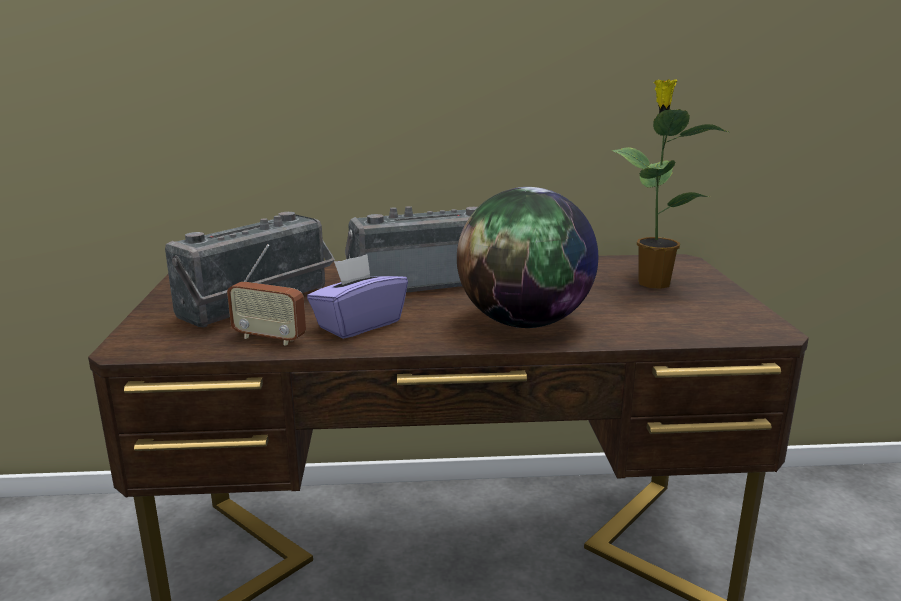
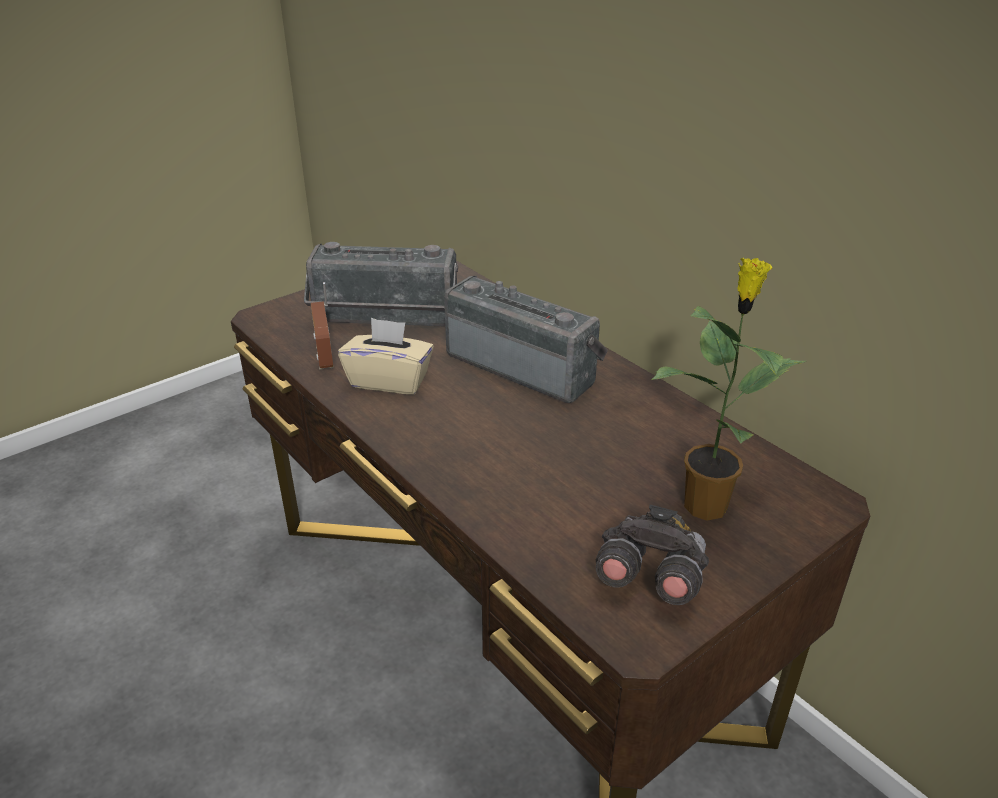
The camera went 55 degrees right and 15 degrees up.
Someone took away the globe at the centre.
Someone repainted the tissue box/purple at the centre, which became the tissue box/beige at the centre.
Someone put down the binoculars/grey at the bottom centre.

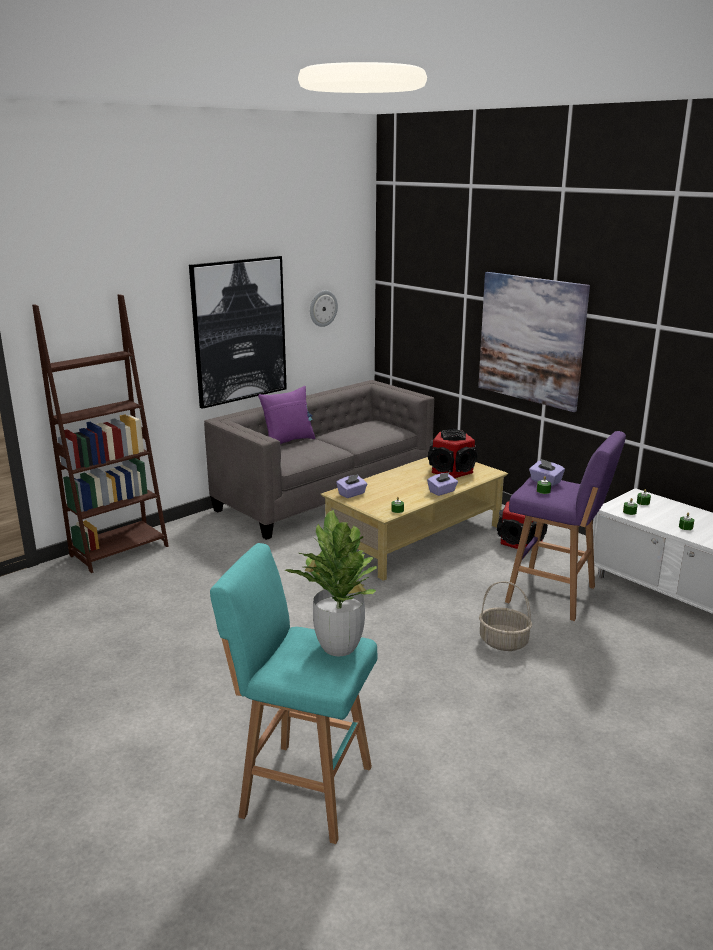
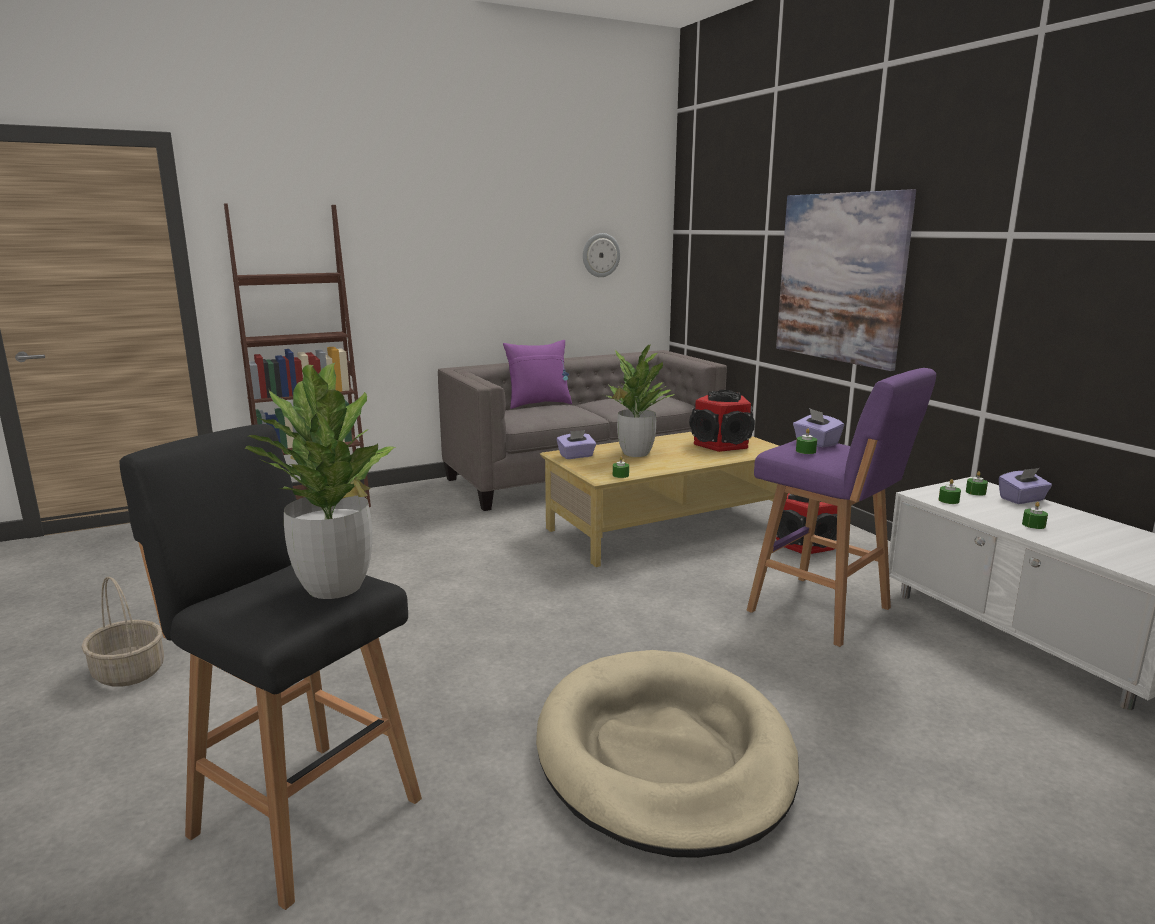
The camera went 15 degrees right and 5 degrees down.
Someone took away the picture (1st from left) at the centre.
Someone carried the tissue box/purple (2nd from left in the first image) from the centre to the middle right.
Someone repainted the stool/turquoise at the bottom centre, which became the stool/black at the bottom left.
Someone carried the basket from the middle right to the bottom left.
Someone put down the potted plant (2nd from left) at the centre.
Someone put down the dog bed/beige at the bottom centre.

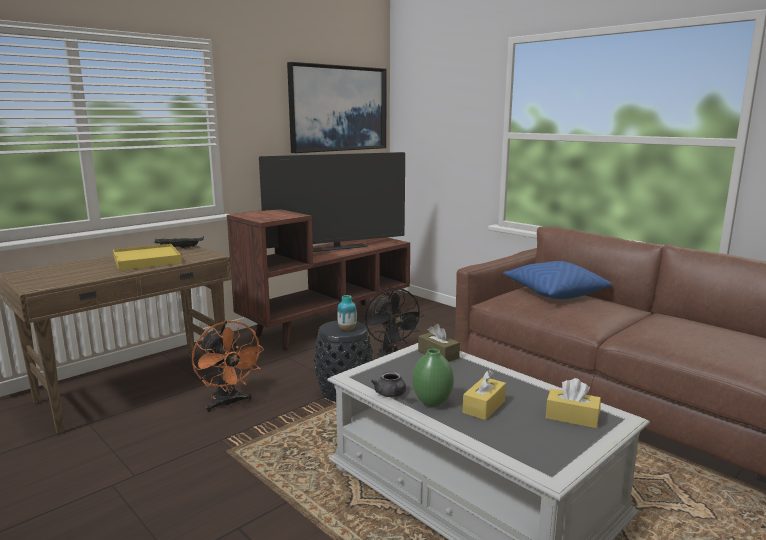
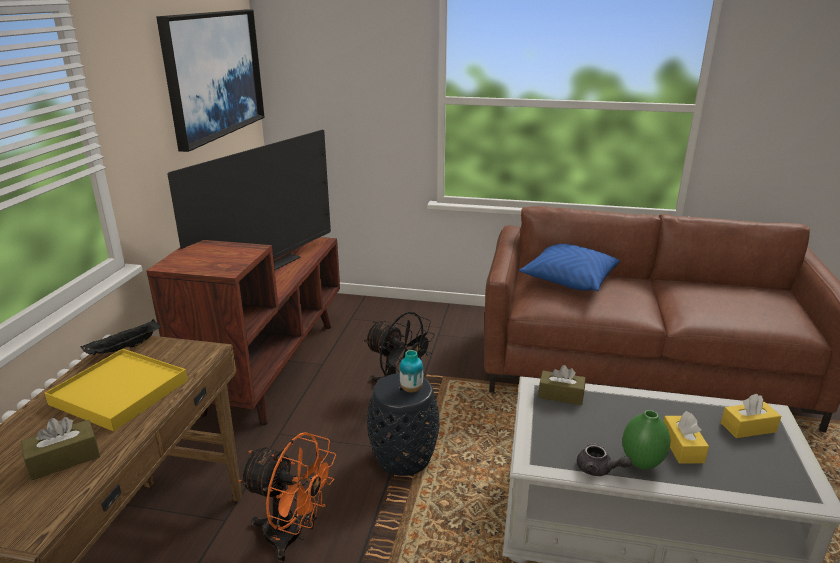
The camera went 35 degrees left and 10 degrees up.
Someone put down the tissue box/brown (1st from left) at the bottom left.

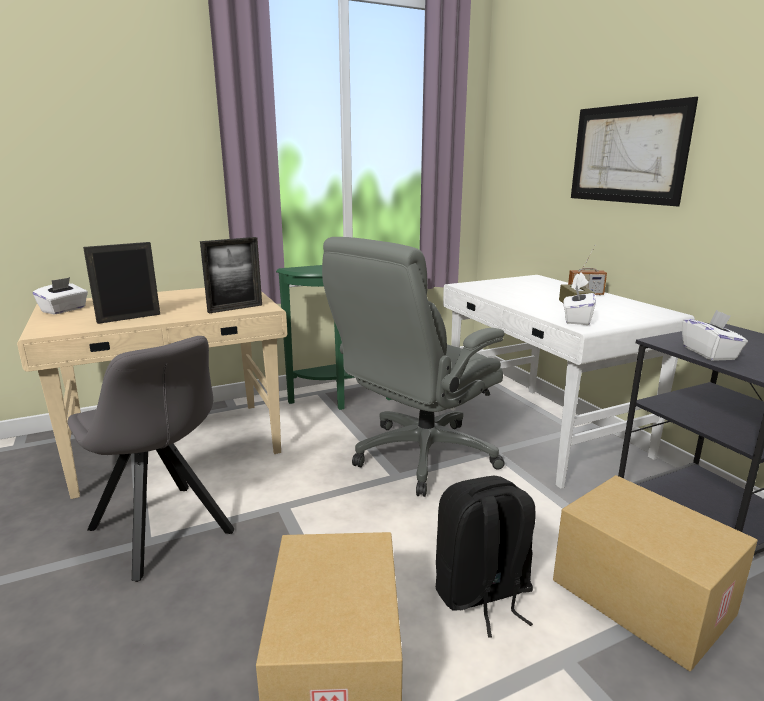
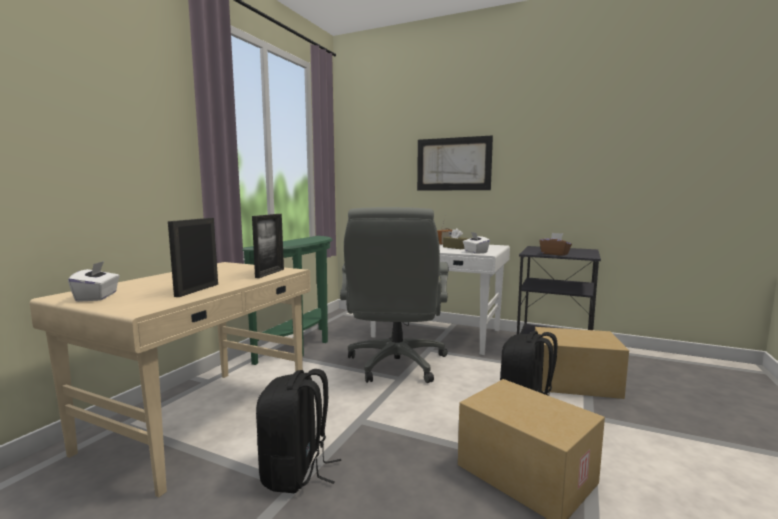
The camera went 40 degrees left and 10 degrees down.
Someone repainted the tissue box/white (3rd from left) at the middle right, which became the tissue box/brown (2nd from left) at the middle right.
Someone swapped the chair/grey at the middle left for the backpack/black (1st from left) at the bottom centre.

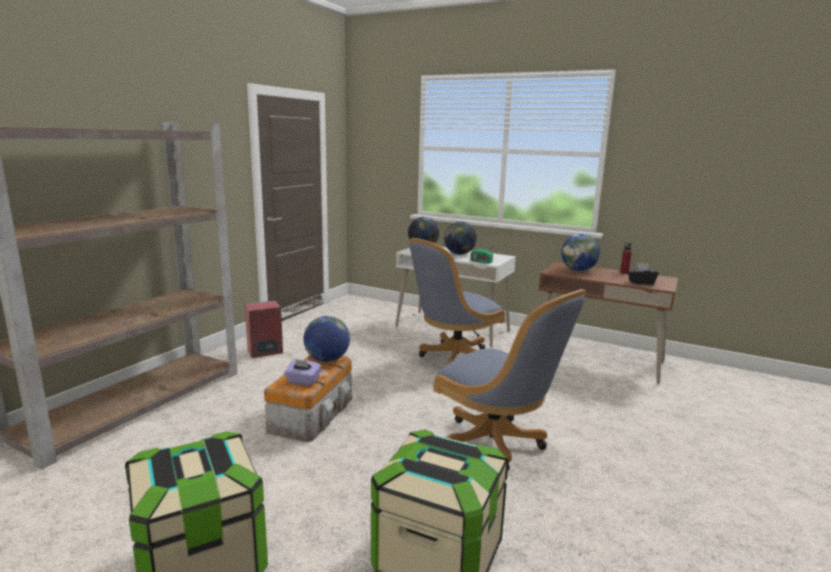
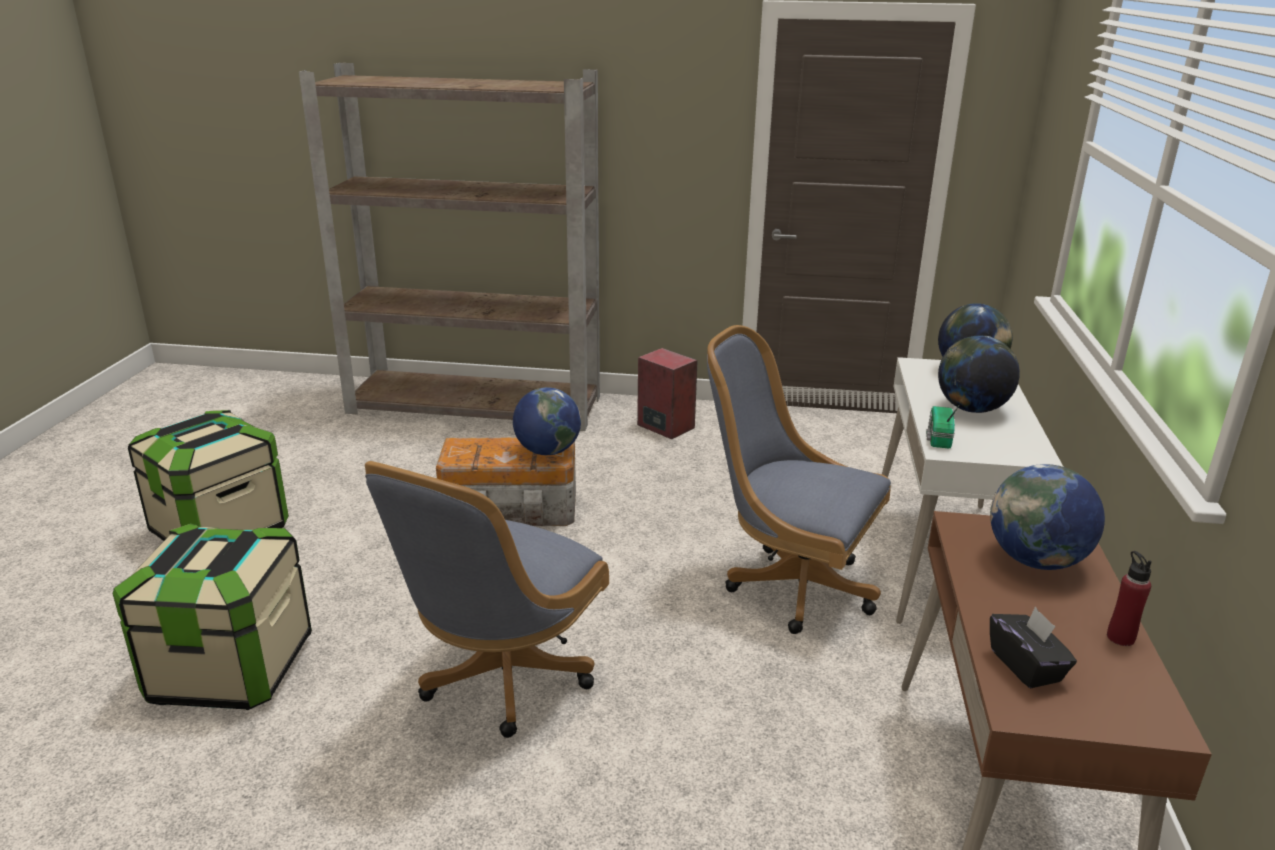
The camera went 70 degrees right and 10 degrees up.
Someone took away the tissue box/purple at the centre.

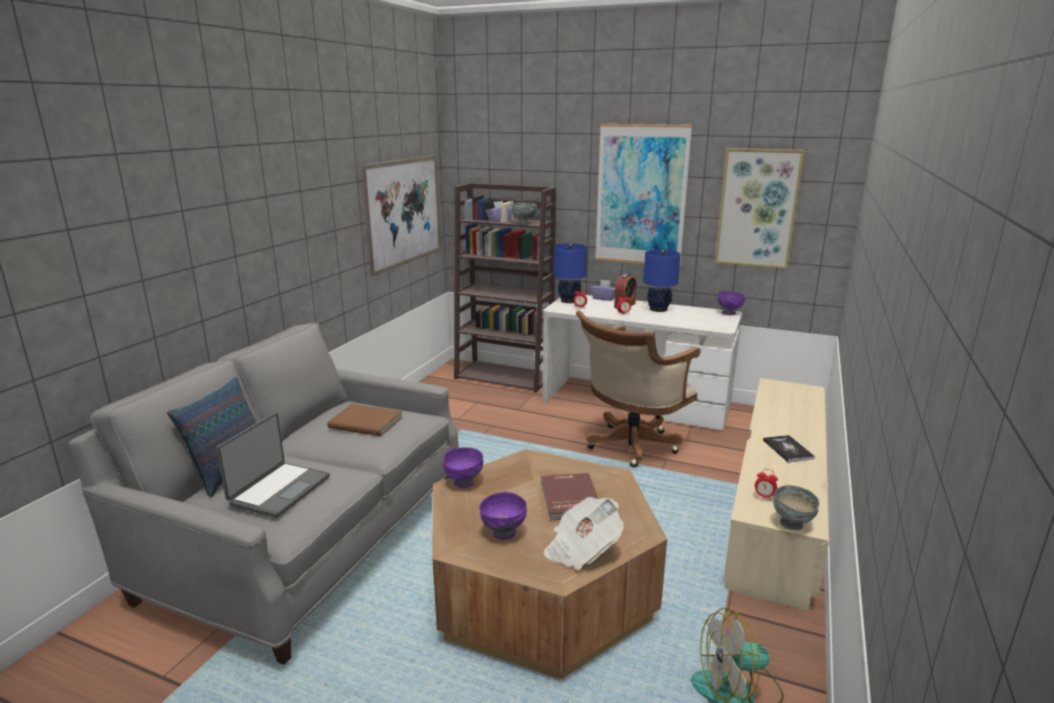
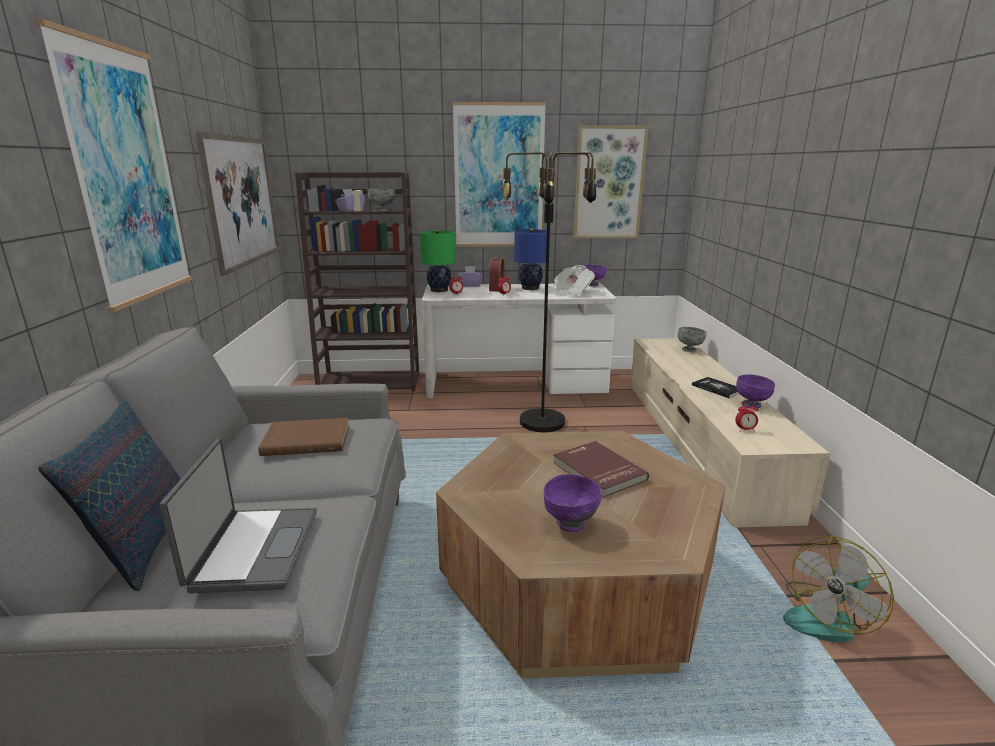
The camera went 25 degrees left and 0 degrees up.
Someone repainted the table lamp/blue (1st from left) at the centre, which became the table lamp/green at the centre.
Someone swapped the office chair at the centre for the floor lamp at the centre.
Someone carried the bowl/purple (1st from left in the first image) from the centre to the middle right.
Someone carried the bowl/grey (2nd from left) from the bottom right to the middle right.
Someone carried the newspaper from the bottom centre to the centre.
Someone put up the picture (1st from left) at the top left.

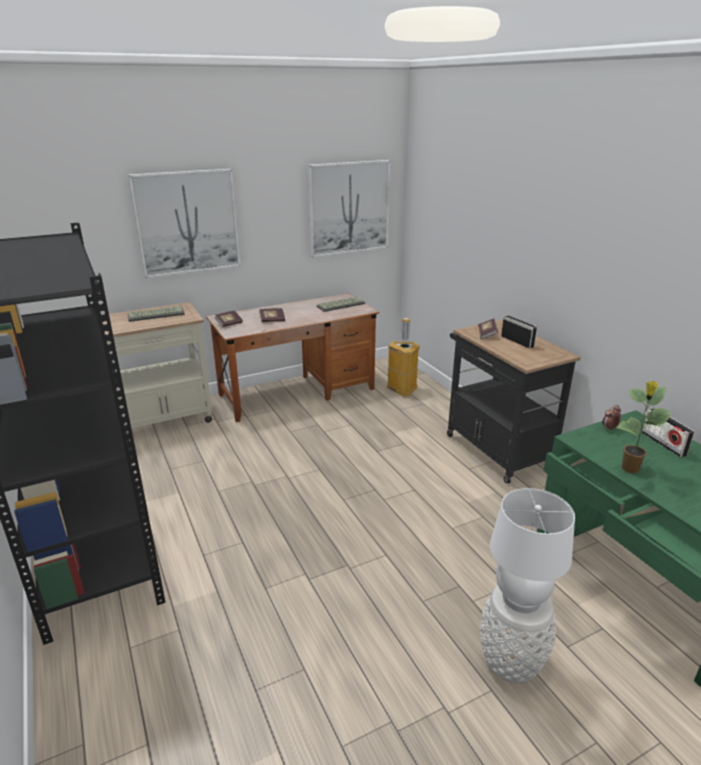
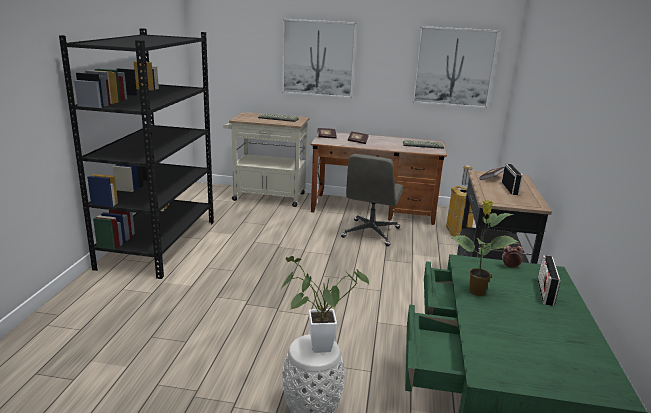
The camera went 35 degrees right and 5 degrees down.
Someone swapped the table lamp/white at the bottom right for the potted plant (1st from left) at the bottom centre.
Someone put down the office chair/grey at the centre.

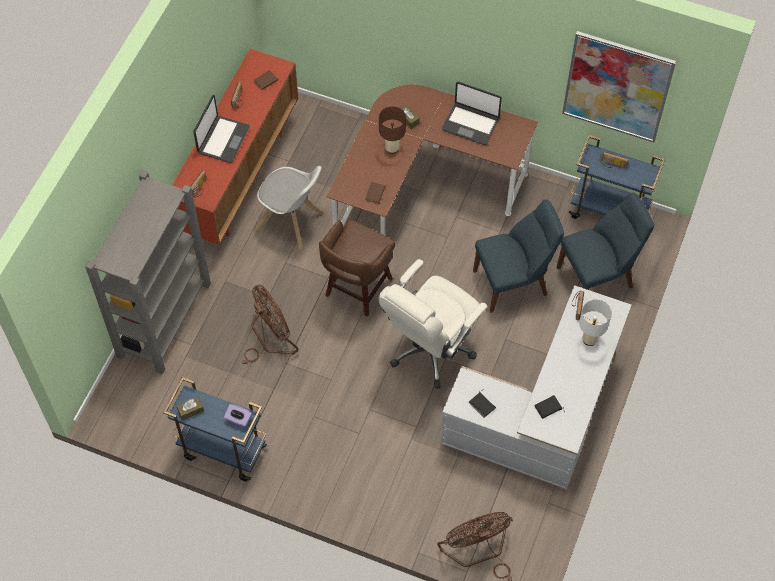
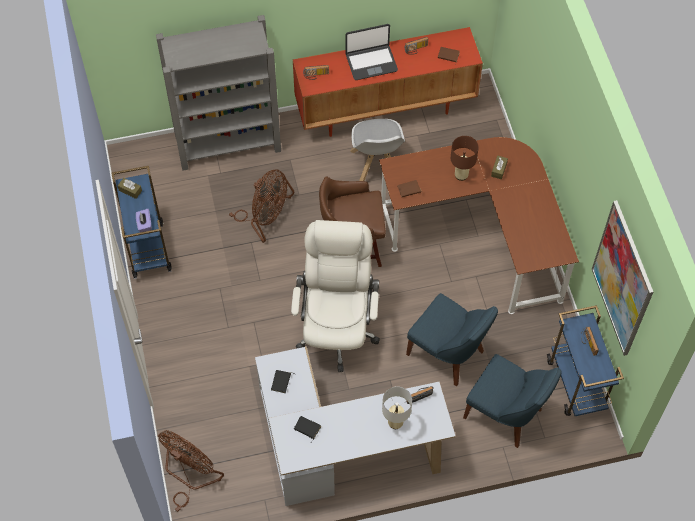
The camera went 55 degrees right and 0 degrees up.
Someone took away the laptop (2nd from left) at the top centre.
Someone rotated the office chair/white at the centre by 90 degrees clockwise.

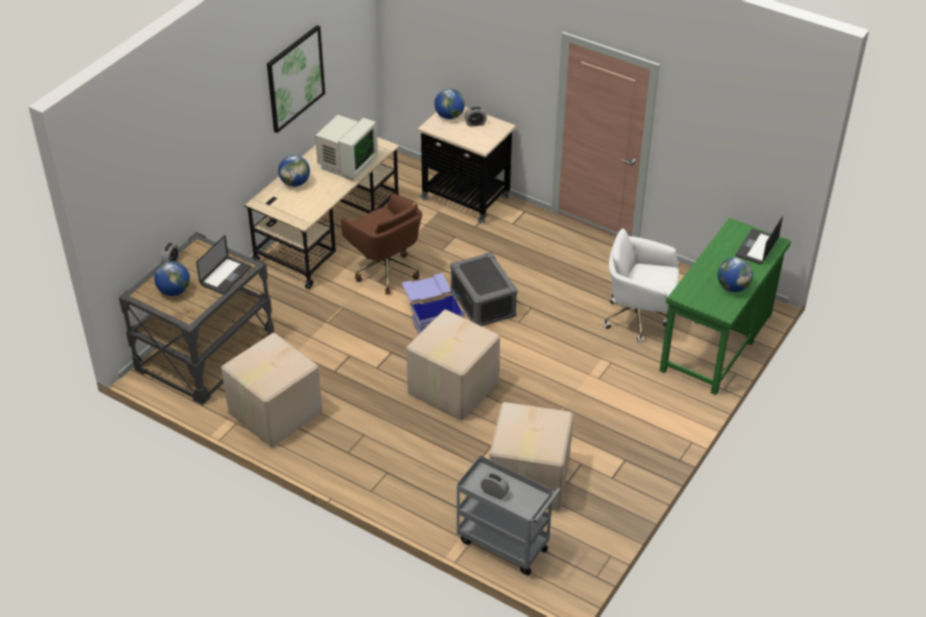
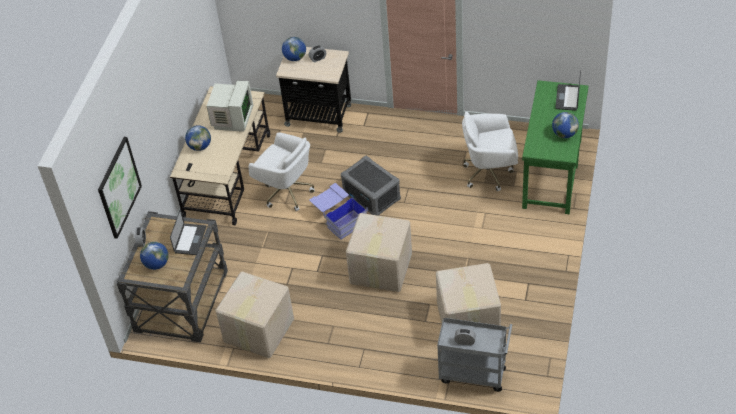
The camera went 15 degrees left and 5 degrees up.
Someone carried the picture from the top left to the middle left.
Someone repainted the office chair/brown at the centre, which became the office chair/white (1st from left) at the centre.

